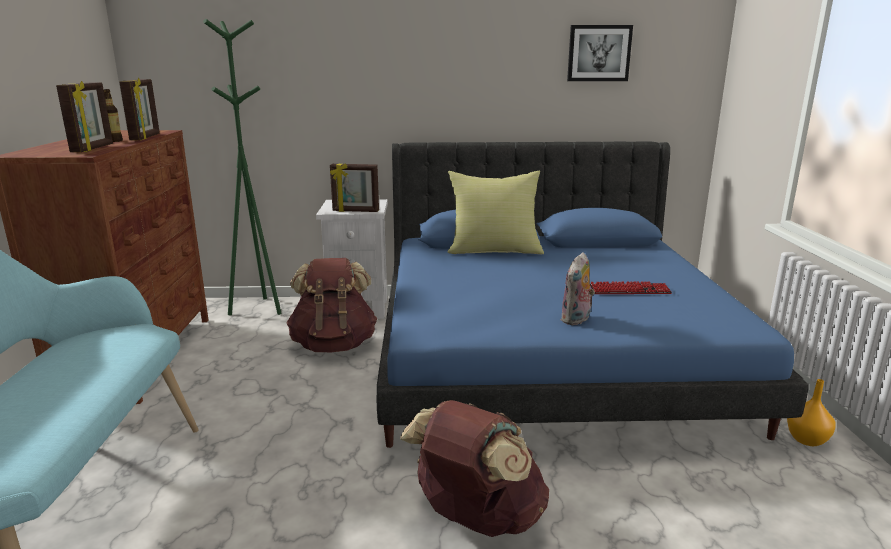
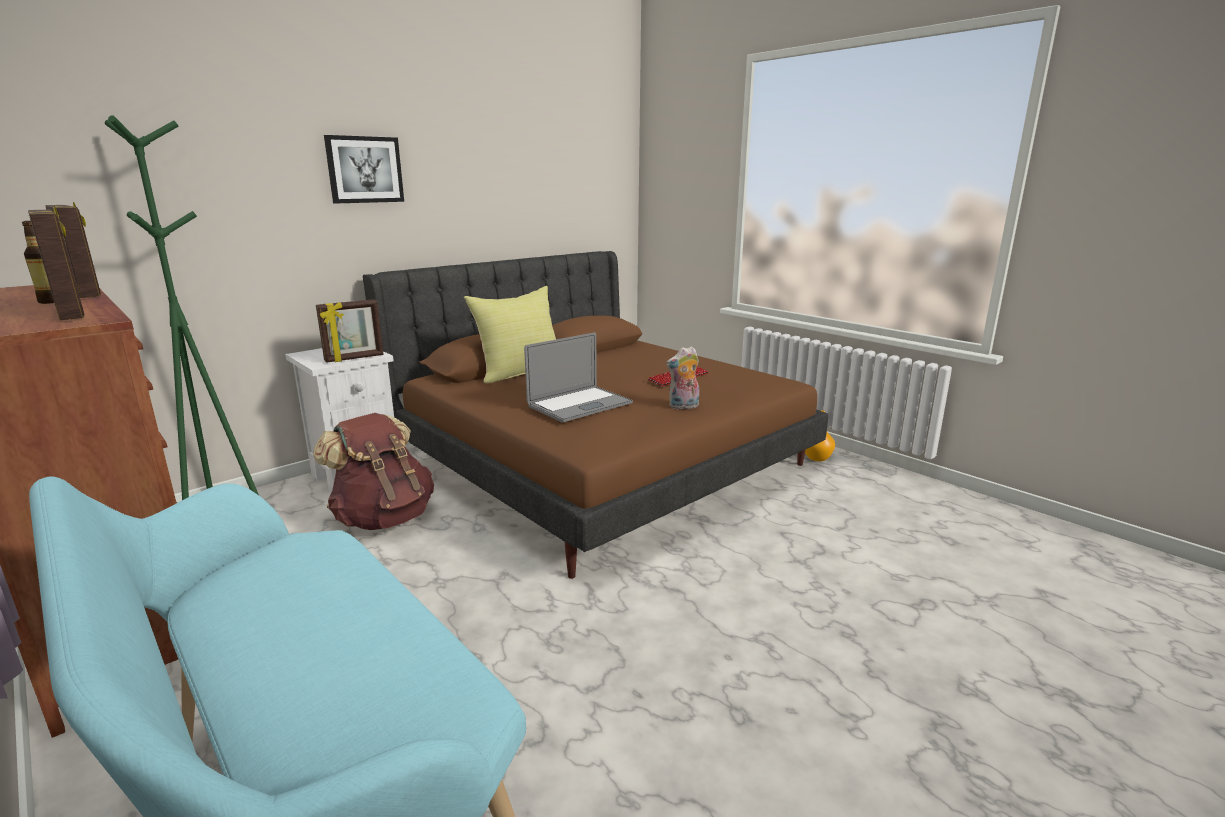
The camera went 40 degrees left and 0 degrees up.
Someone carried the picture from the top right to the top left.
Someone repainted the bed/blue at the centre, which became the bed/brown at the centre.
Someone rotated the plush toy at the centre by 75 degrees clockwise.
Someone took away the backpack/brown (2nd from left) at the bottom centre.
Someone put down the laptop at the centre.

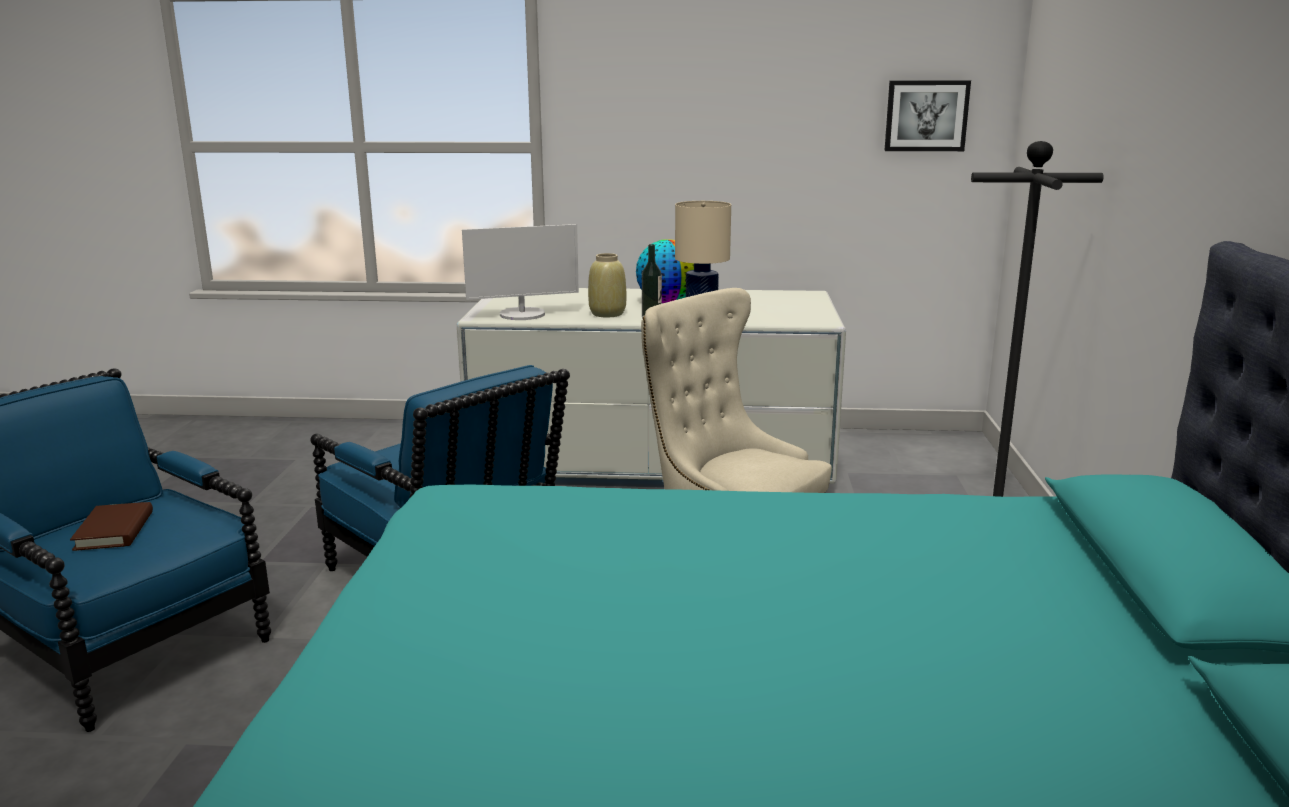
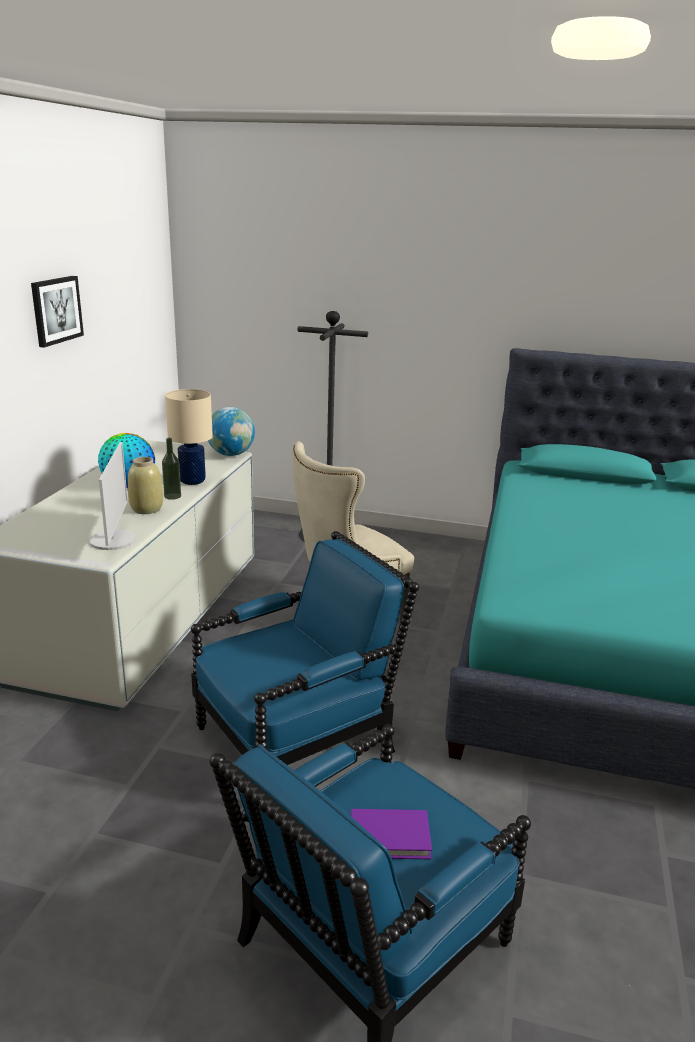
The camera went 80 degrees left and 5 degrees up.
Someone carried the picture from the top right to the top left.
Someone repainted the book/brown at the middle left, which became the book/purple at the bottom centre.
Someone put down the globe (2nd from left) at the middle left.

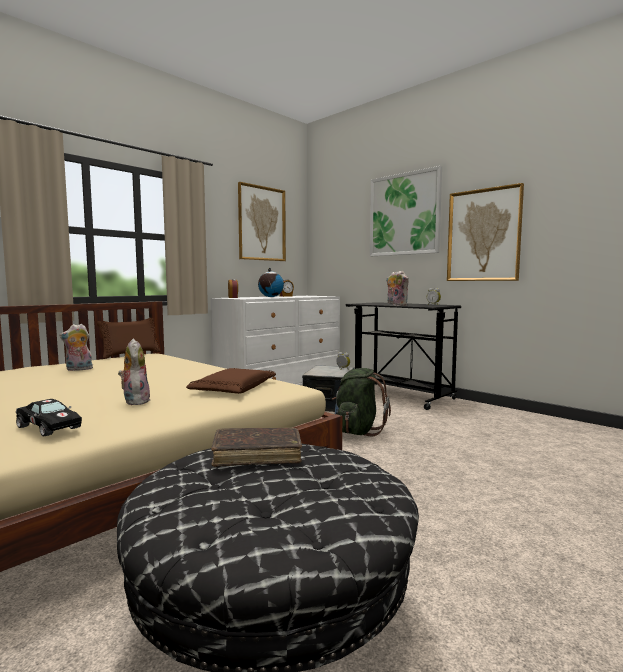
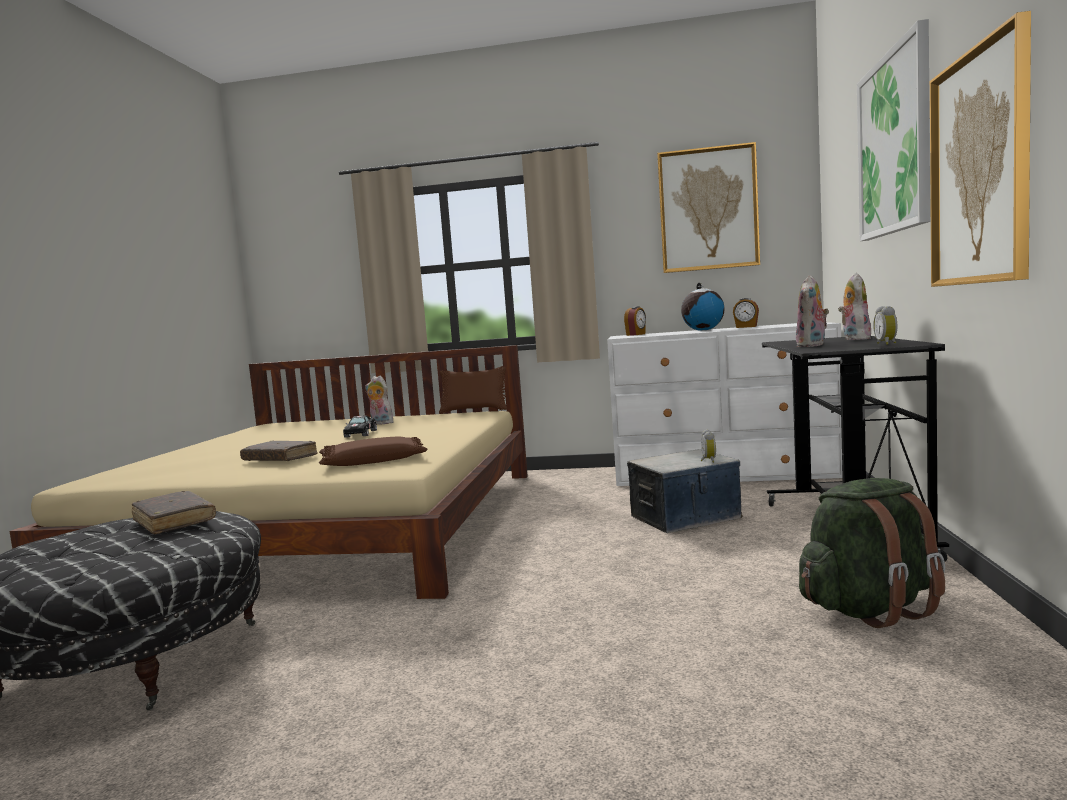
The camera went 55 degrees right and 0 degrees up.
Someone swapped the plush toy (2nd from left) at the middle left for the book/brown (2nd from left) at the middle left.
Someone carried the backpack/green from the centre to the bottom right.
Someone carried the toy car/black from the middle left to the centre.

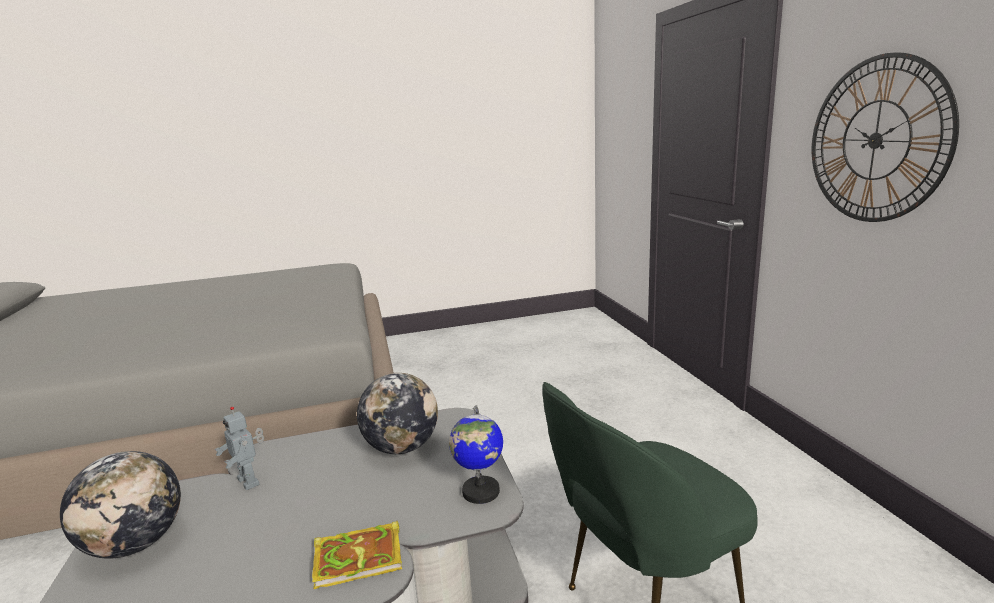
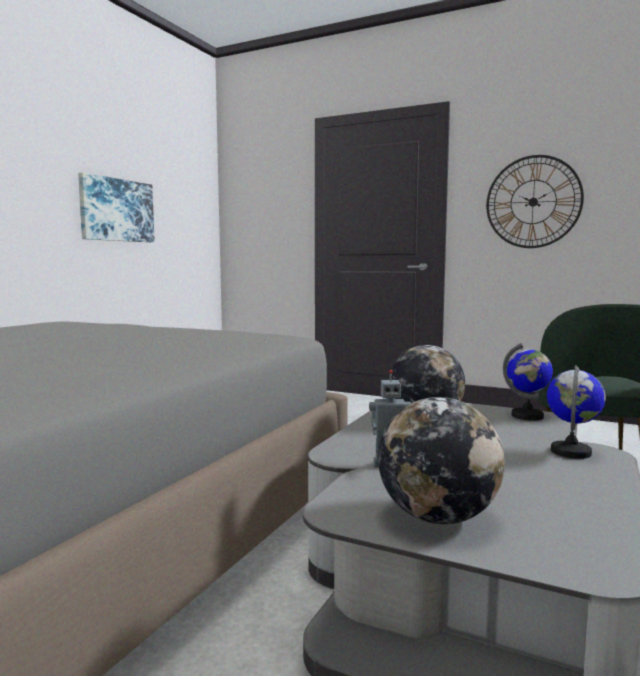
The camera went 50 degrees left and 10 degrees down.
Someone swapped the book at the bottom centre for the globe (4th from left) at the middle right.
Someone put up the picture at the top left.

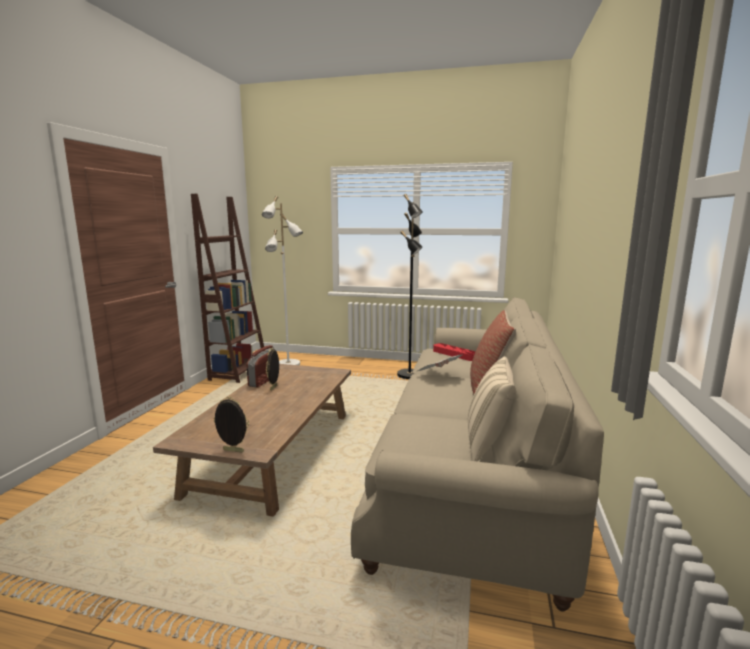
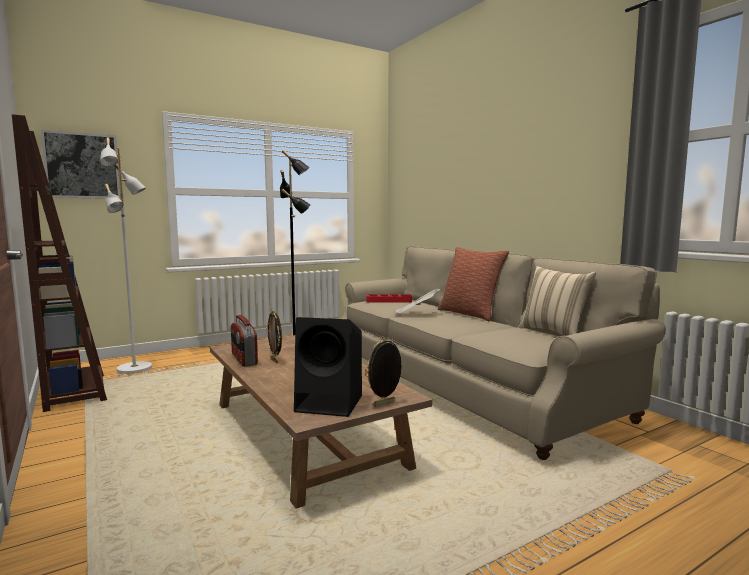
The camera went 45 degrees left and 5 degrees down.
Someone put up the picture at the top left.
Someone put down the speaker/black at the centre.

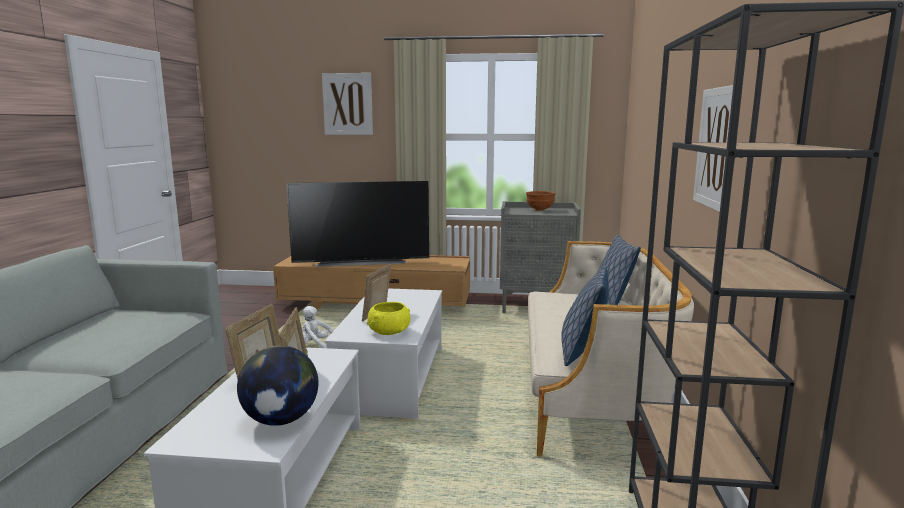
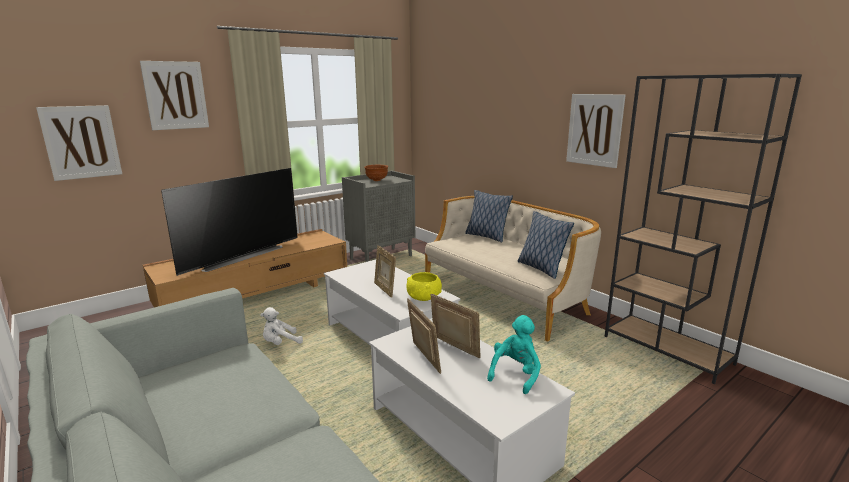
The camera went 45 degrees left and 5 degrees up.
Someone swapped the globe at the bottom left for the plush toy/turquoise at the bottom centre.
Someone put up the picture (1st from left) at the top left.

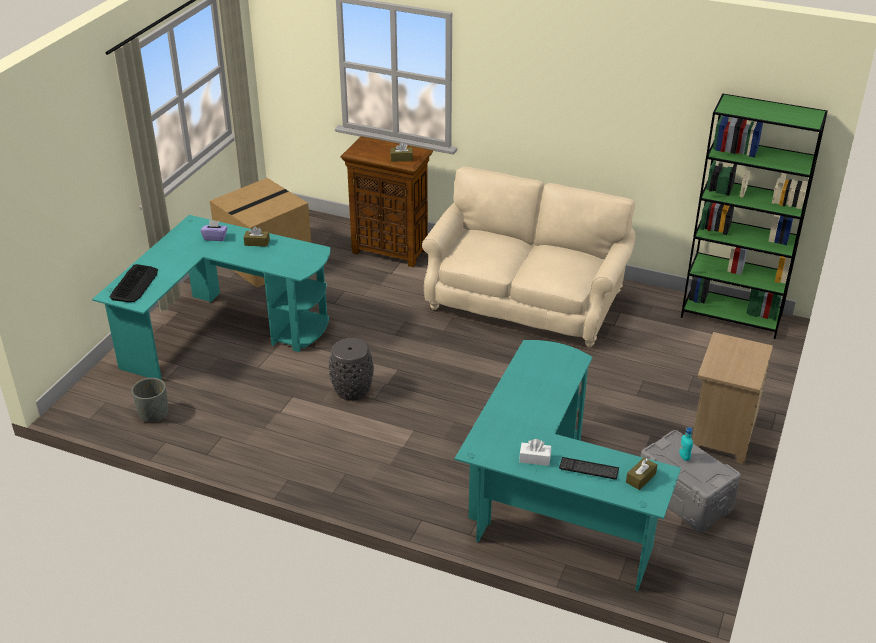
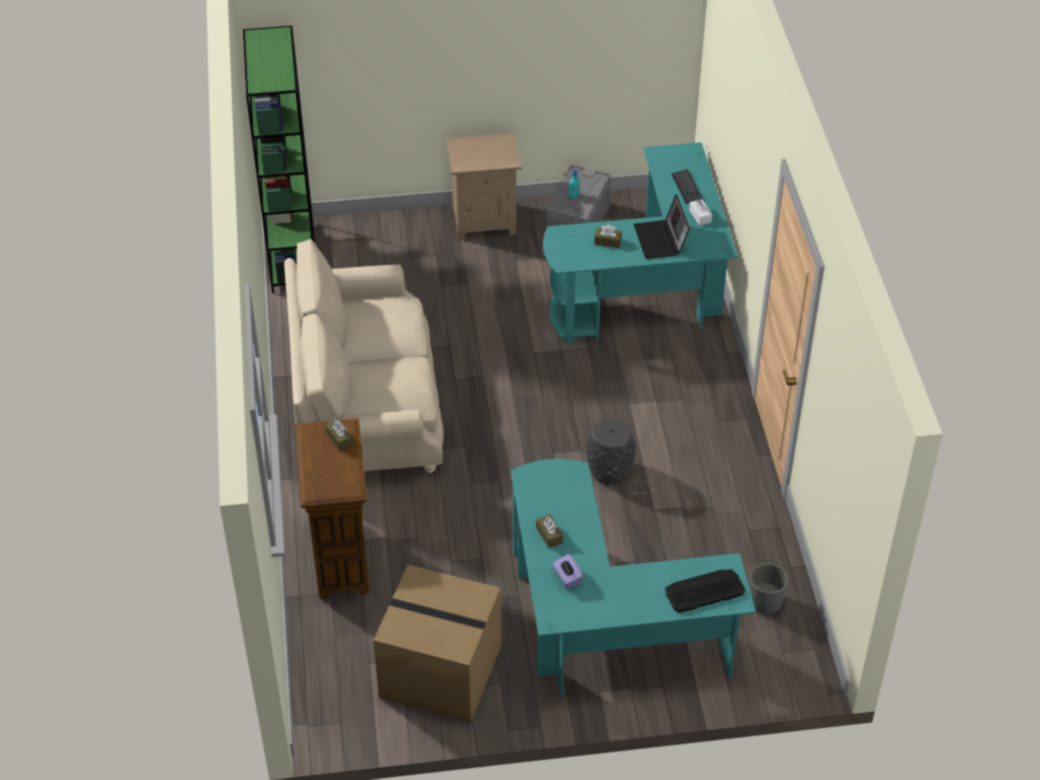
The camera went 120 degrees left and 10 degrees up.
Someone carried the tissue box/brown (3rd from left) from the bottom right to the top centre.
Someone put down the laptop at the top centre.

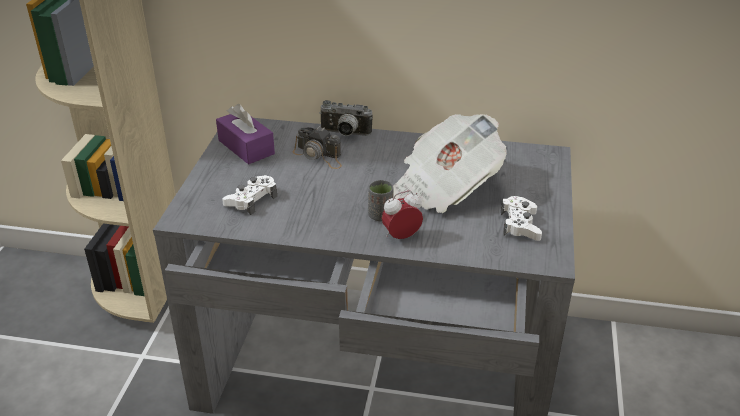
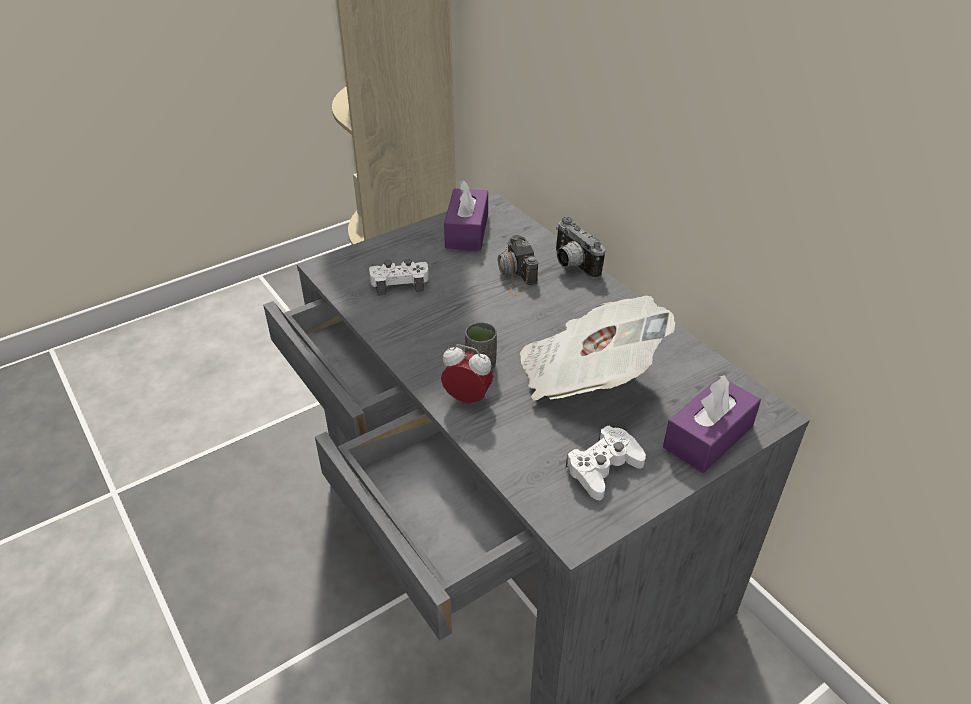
The camera went 45 degrees right and 5 degrees up.
Someone put down the tissue box/purple (2nd from left) at the middle right.

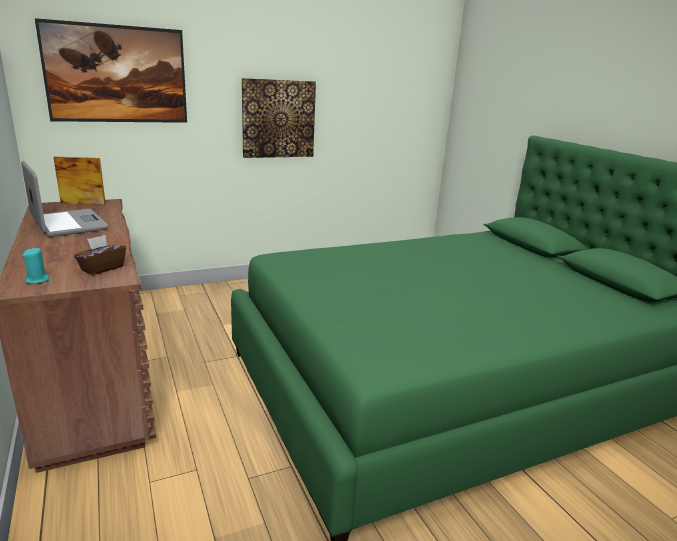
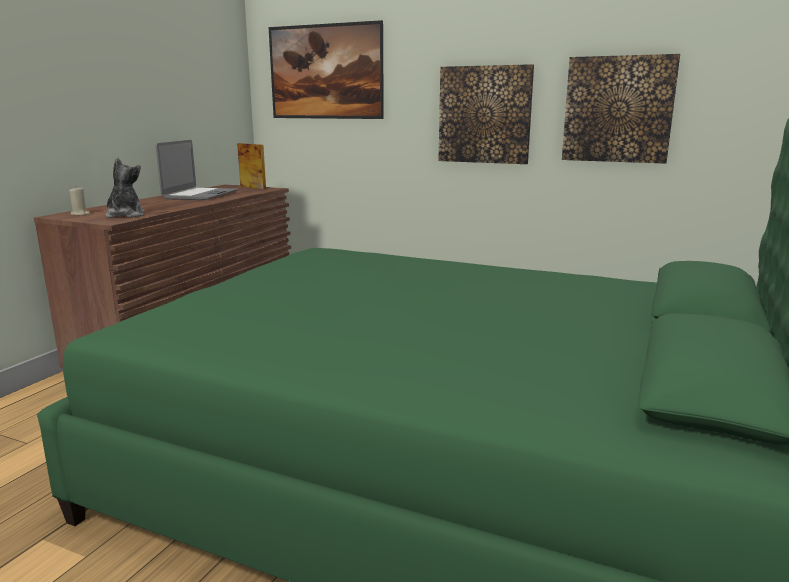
The camera went 50 degrees right and 5 degrees down.
Someone swapped the tissue box/brown at the middle left for the plush toy at the top left.
Someone repainted the candle/turquoise at the middle left, which became the candle/beige at the middle left.
Someone put up the picture (3rd from left) at the top right.

